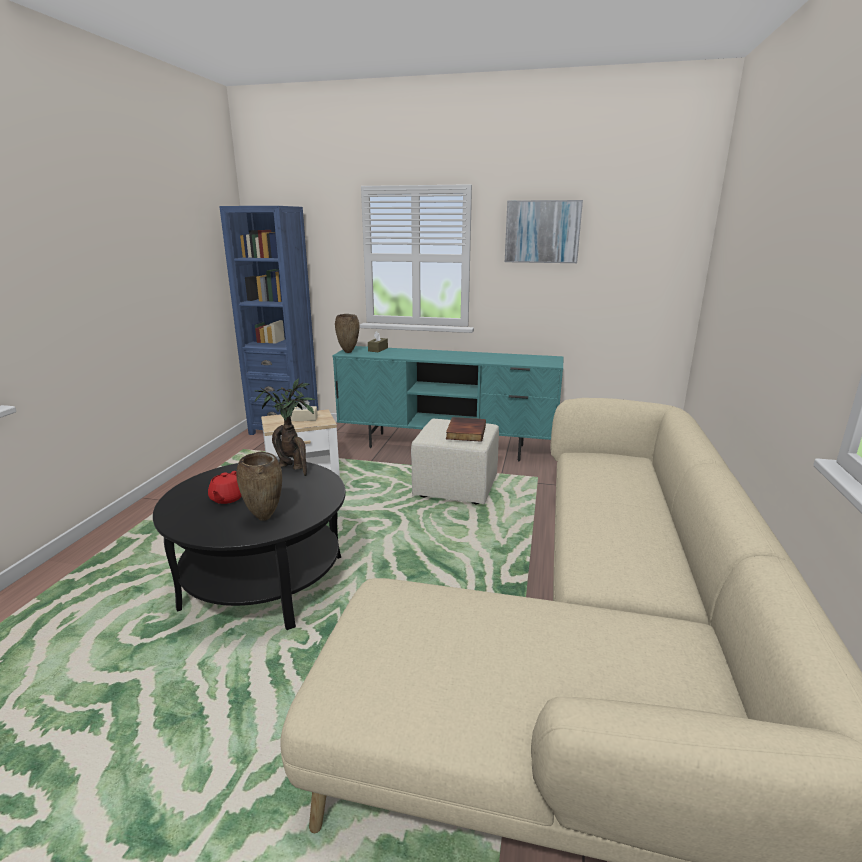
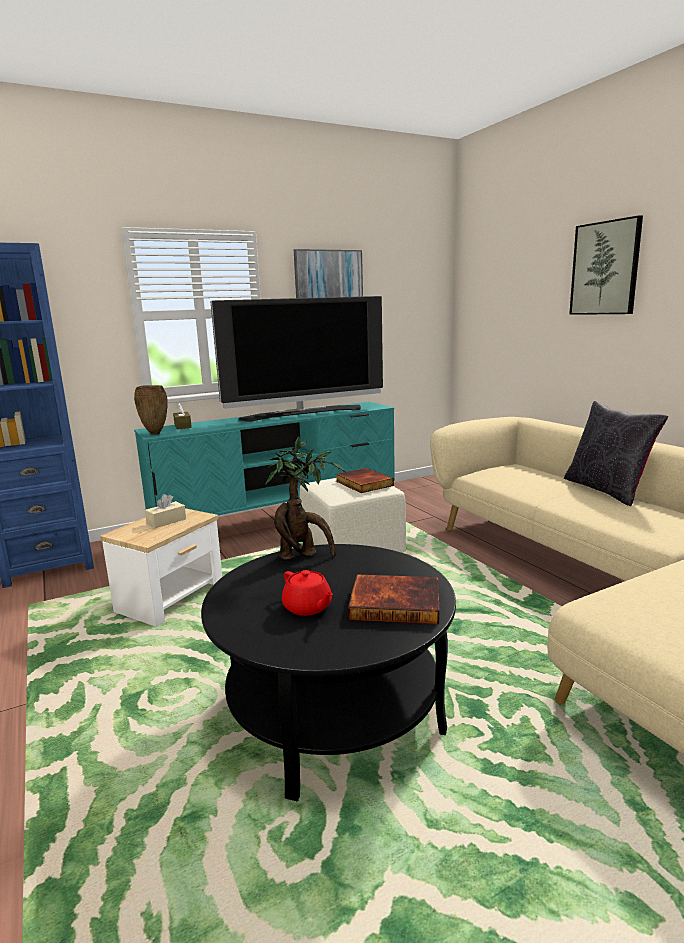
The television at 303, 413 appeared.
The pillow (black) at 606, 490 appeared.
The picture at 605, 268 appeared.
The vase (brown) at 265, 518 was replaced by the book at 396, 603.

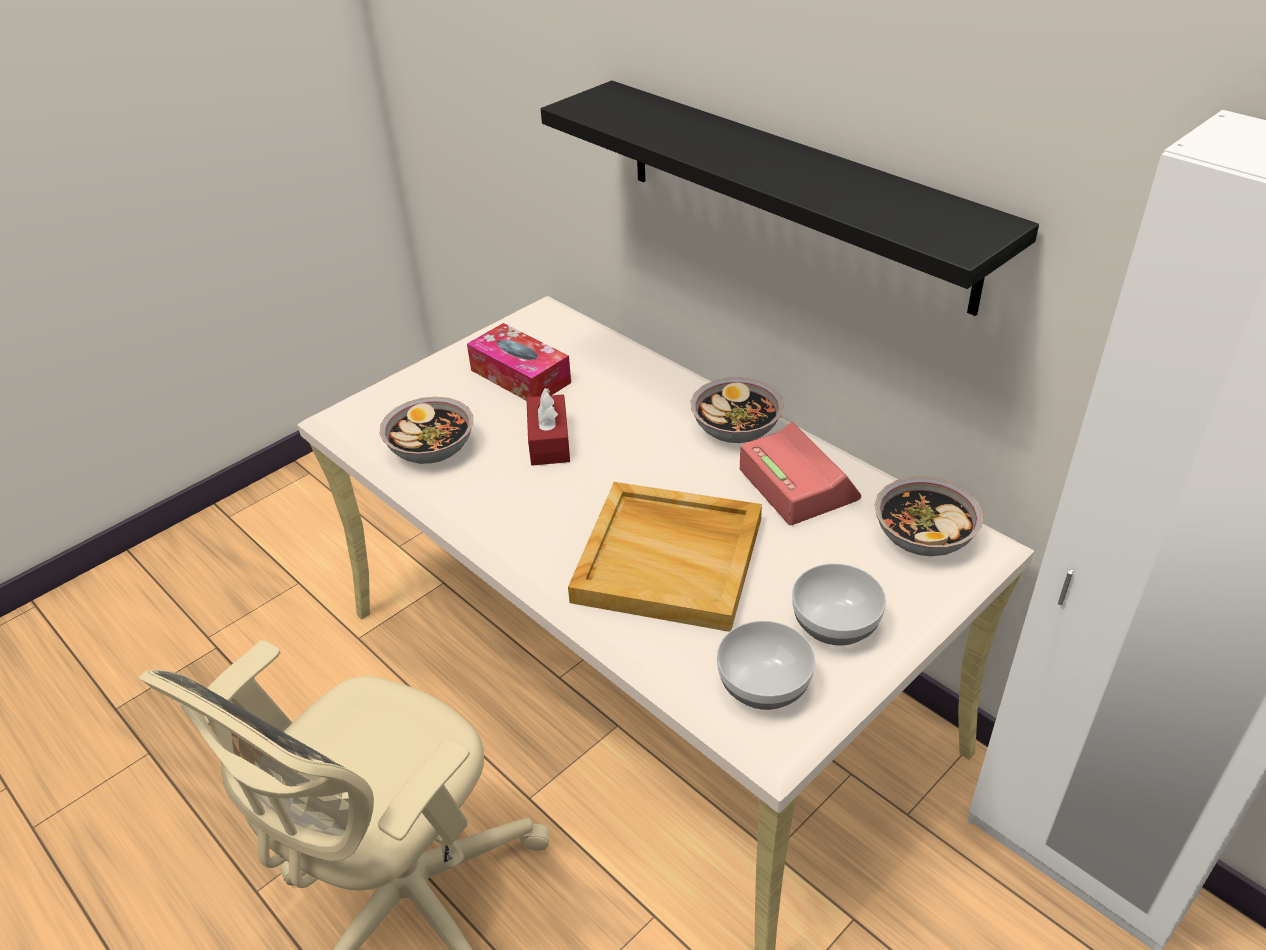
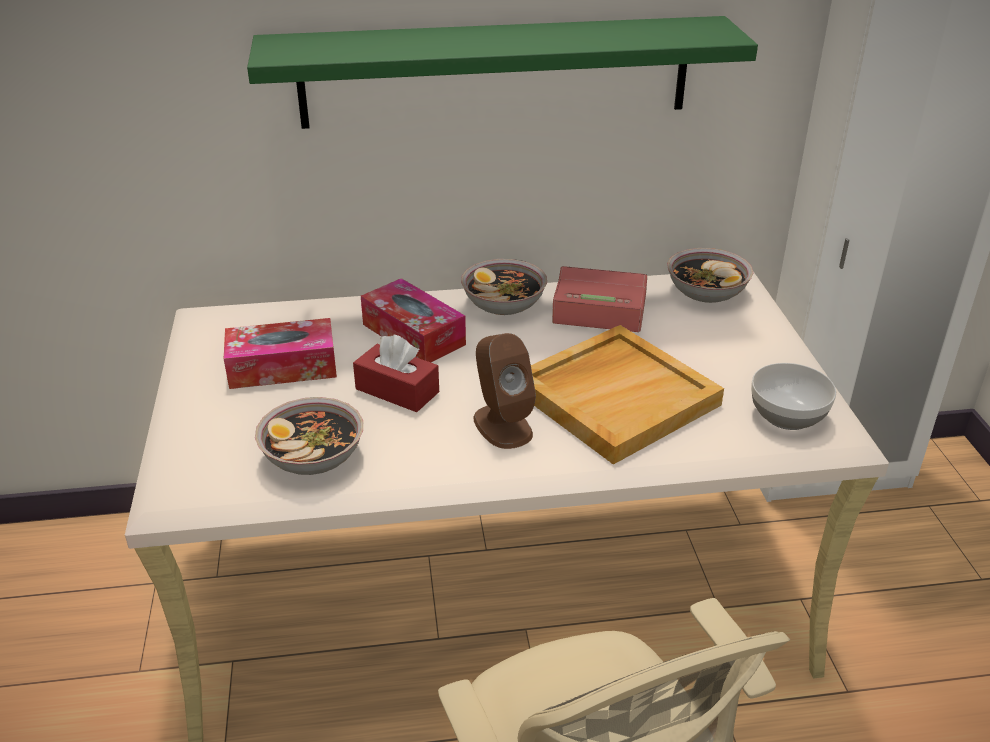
The bowl at 833, 624 disappeared.
The tissue box at 413, 334 appeared.
The speaker (brown) at 502, 425 appeared.
The shelf (black) at 792, 192 became the shelf (green) at 495, 72.

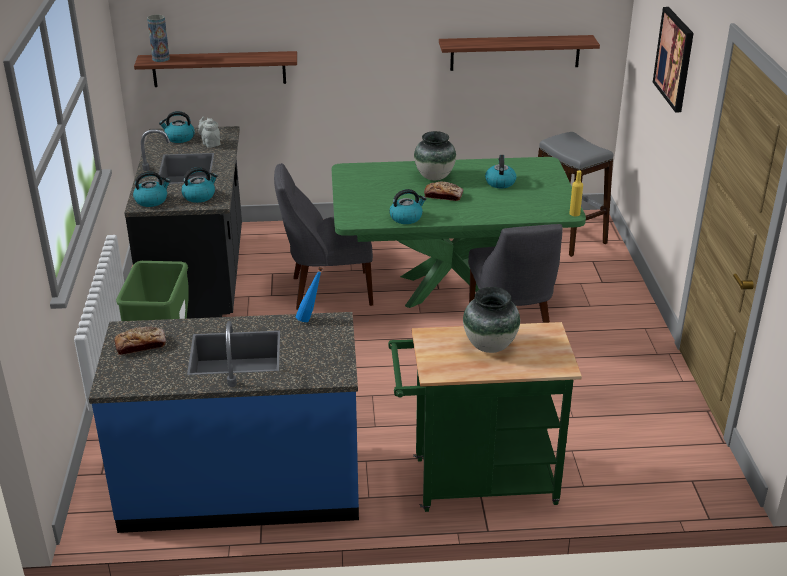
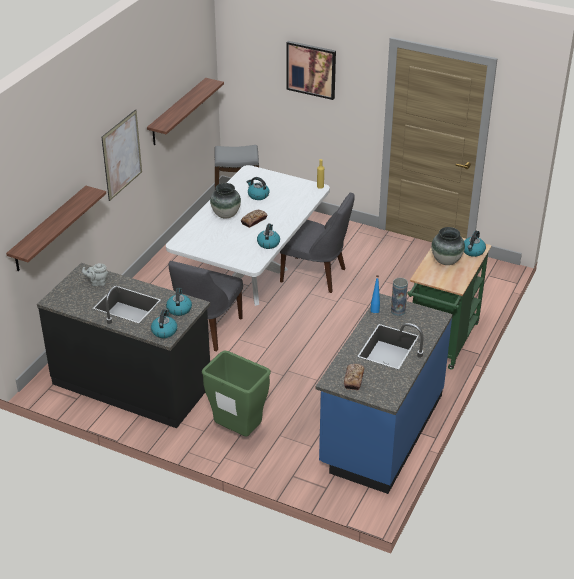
The picture at 122, 155 appeared.
The vase moved from 161, 59 to 398, 311.
The kettle moved from 179, 138 to 473, 251.
The dining table (green) at 450, 288 became the dining table (white) at 252, 281.

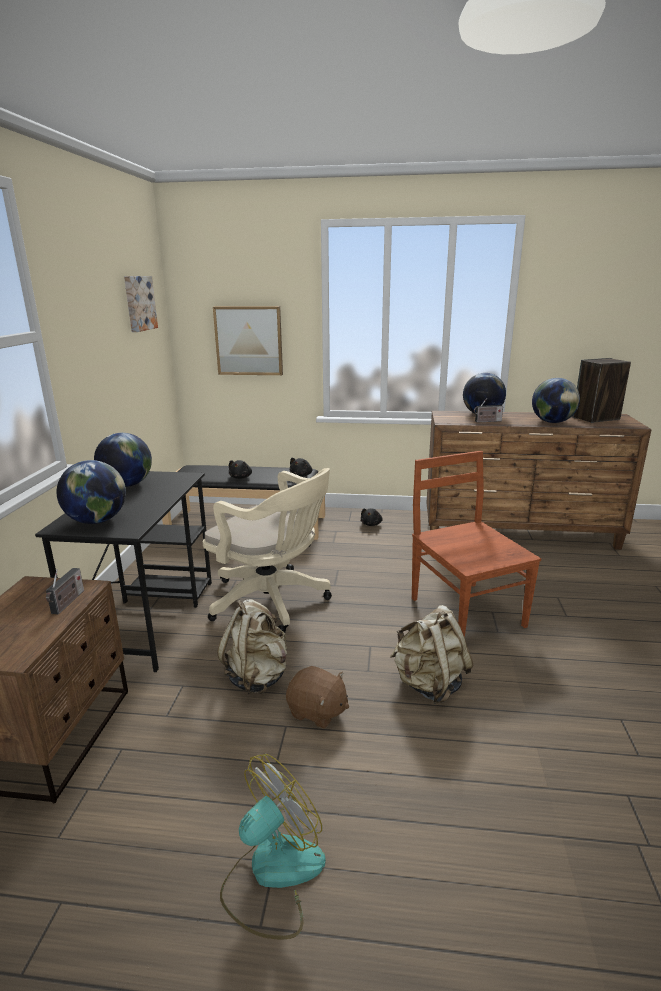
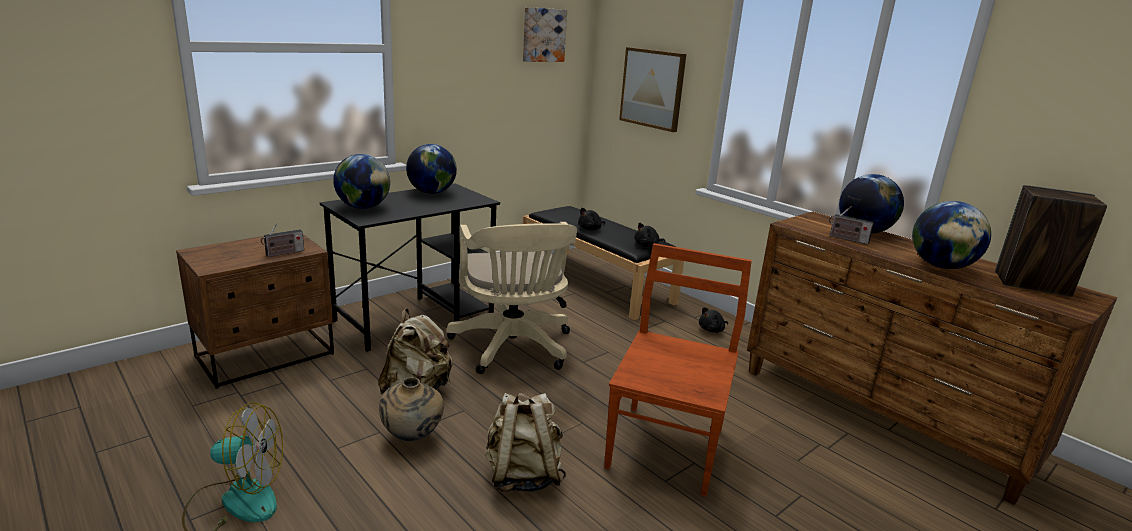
The plush toy (brown) at 317, 711 was replaced by the vase (beige) at 412, 437.

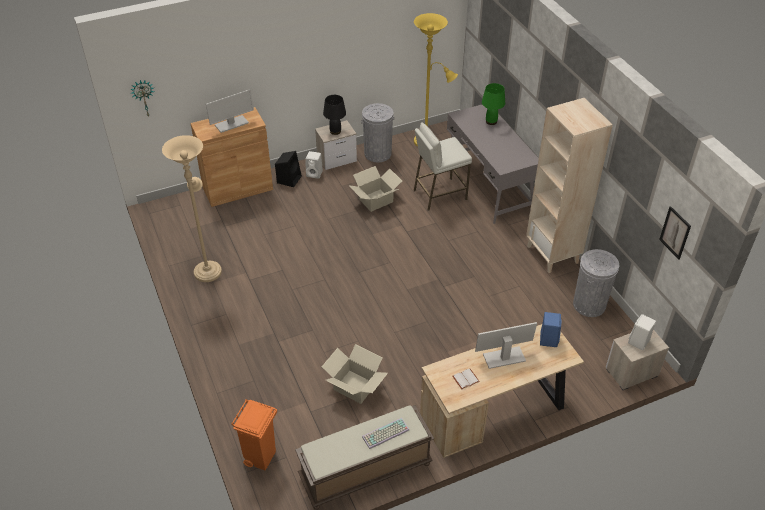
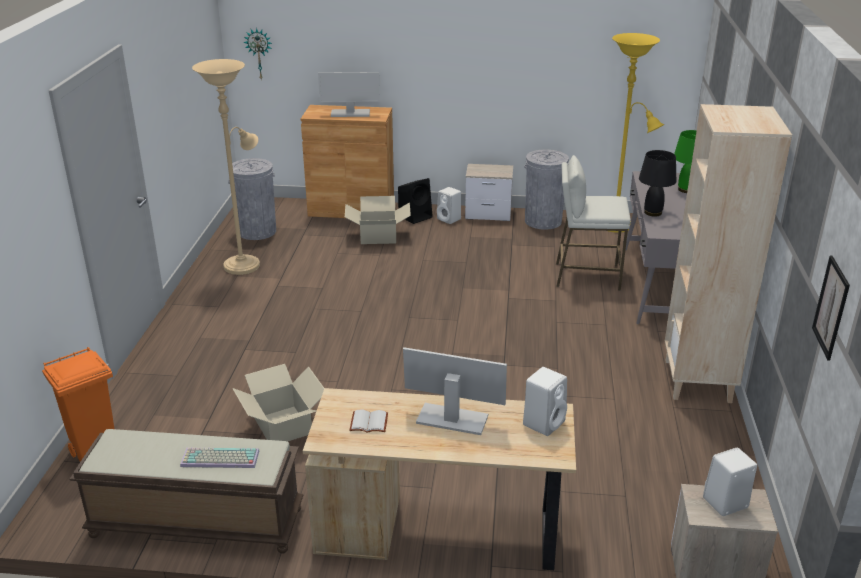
The table lamp (black) moved from 335, 131 to 652, 212.
The cardboard box moved from 375, 200 to 378, 236.
The trash can (grey) moved from 589, 304 to 257, 231.
The speaker (blue) at 548, 339 became the speaker (white) at 544, 422.

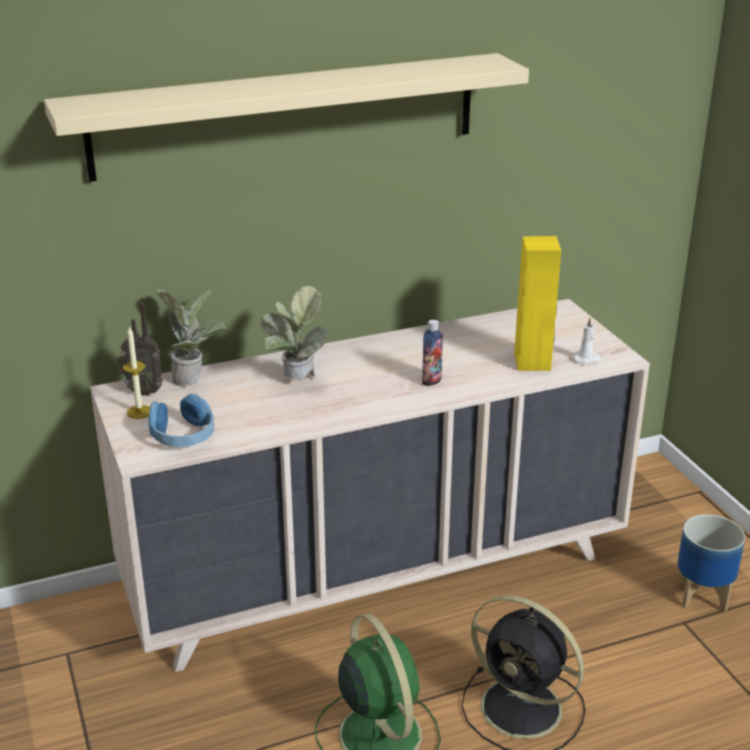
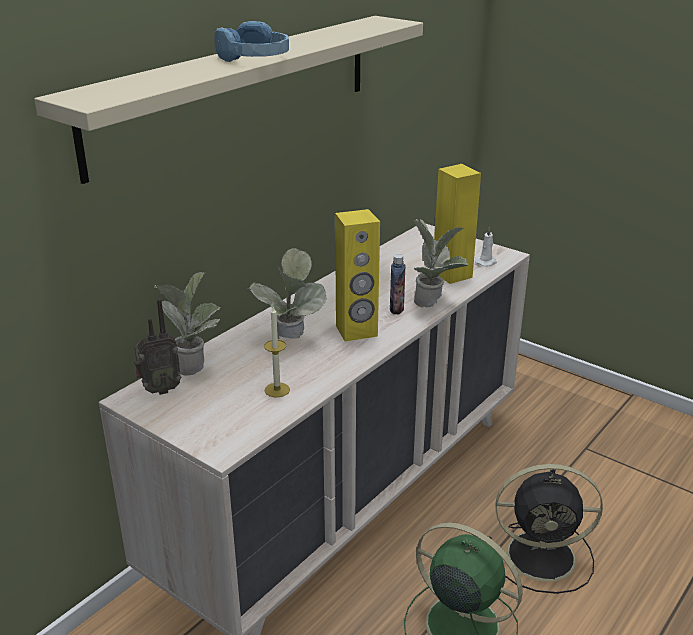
The planter at 703, 595 disappeared.
The speaker (yellow) at 356, 331 appeared.
The potted plant at 434, 302 appeared.
The candle moved from 139, 412 to 277, 390.
The headphones (blue) moved from 183, 435 to 254, 58.

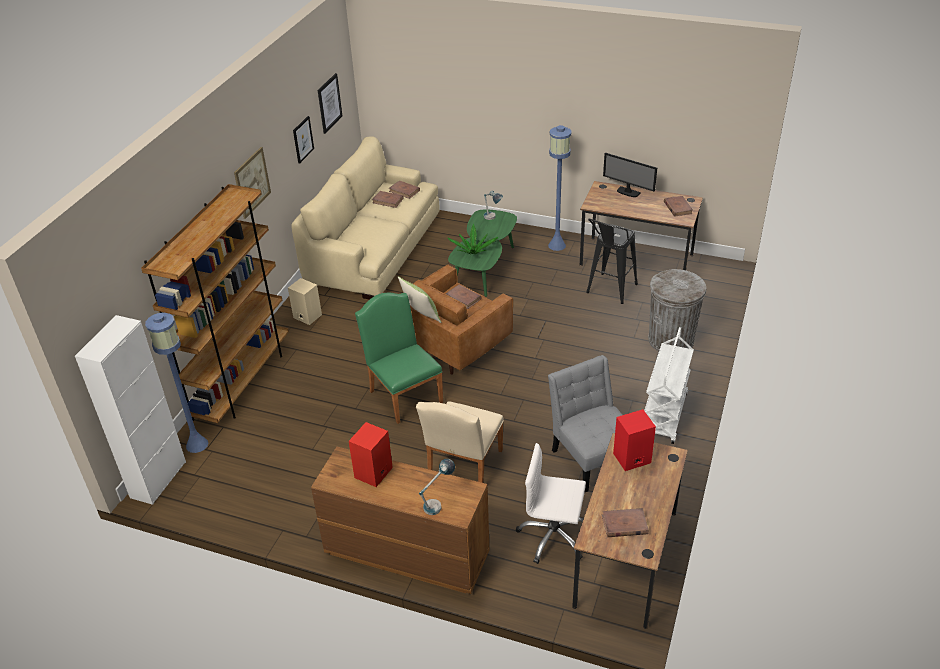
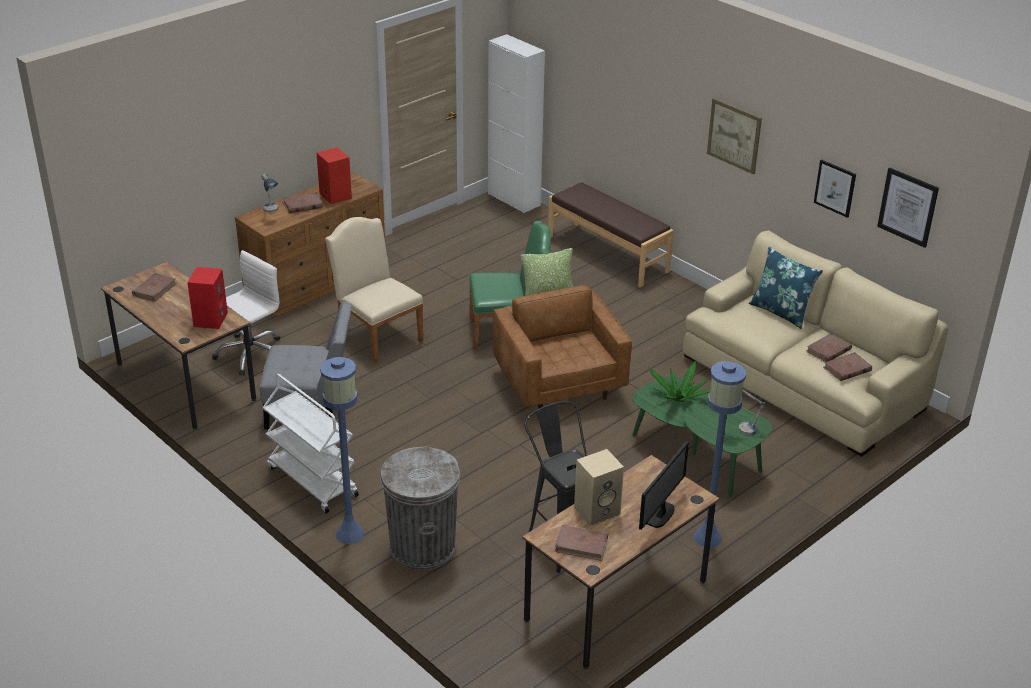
The pillow (blue) at 781, 312 appeared.
The floor lamp (blue) moved from 196, 444 to 350, 534.
The speaker (beige) moved from 306, 316 to 597, 510.
The book (brown) moved from 463, 298 to 302, 205.
The bookcase (brown) at 242, 382 was replaced by the bench (brown) at 608, 254.
The monitor at 627, 192 turned 150 degrees clockwise.

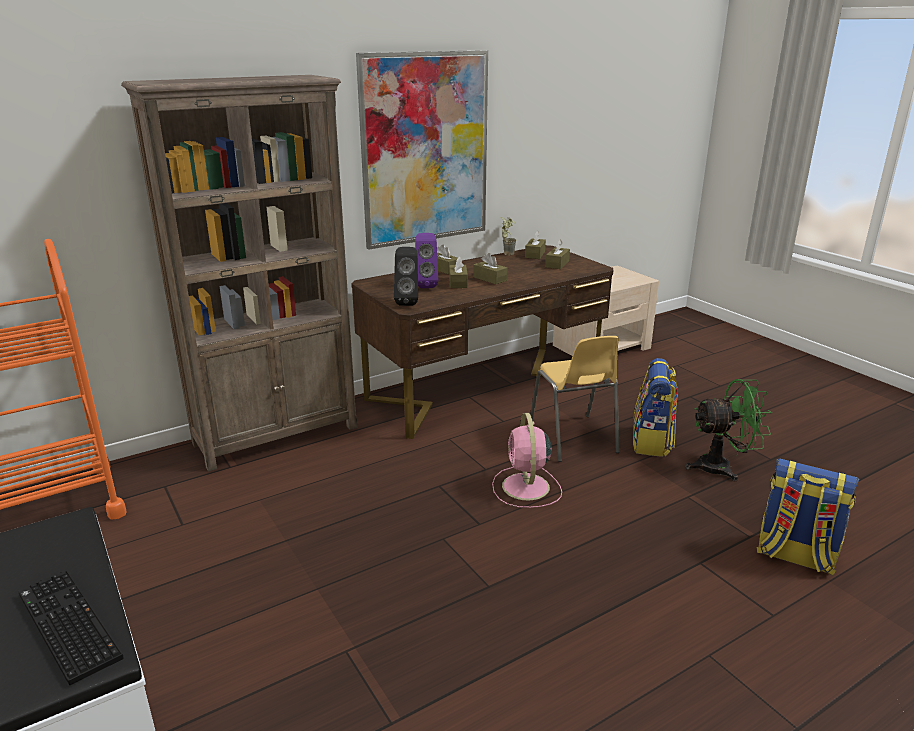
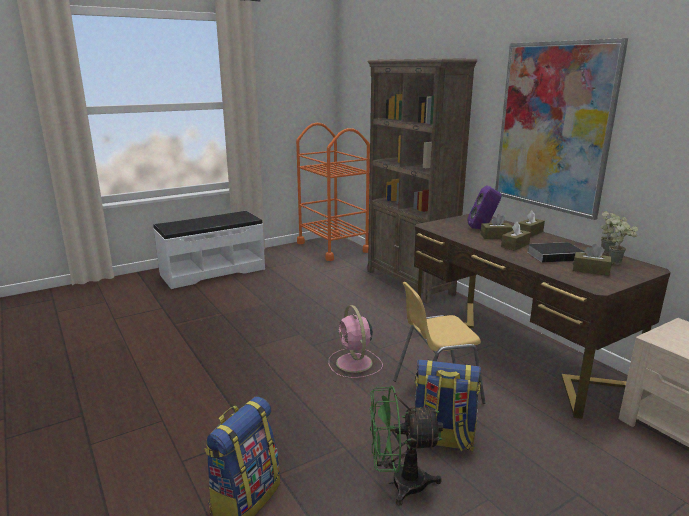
The keyboard at 65, 626 disappeared.
The speaker (black) at 408, 302 disappeared.
The book at 556, 255 appeared.
The tissue box (brown) at 535, 254 was replaced by the potted plant at 618, 263.
The fan (pink) at 526, 488 turned 105 degrees counterclockwise.
The fan (green) at 722, 467 turned 90 degrees clockwise.

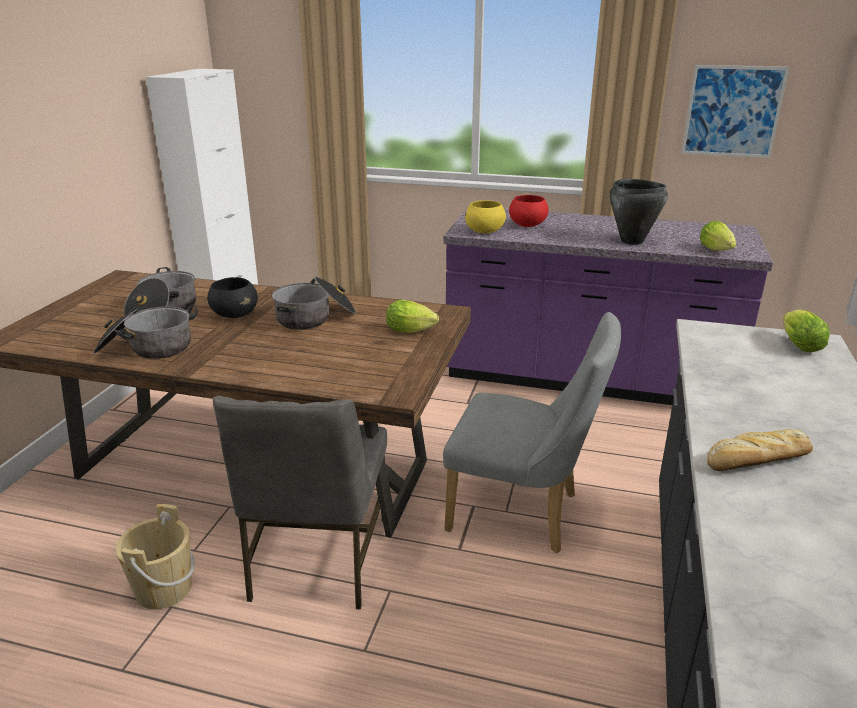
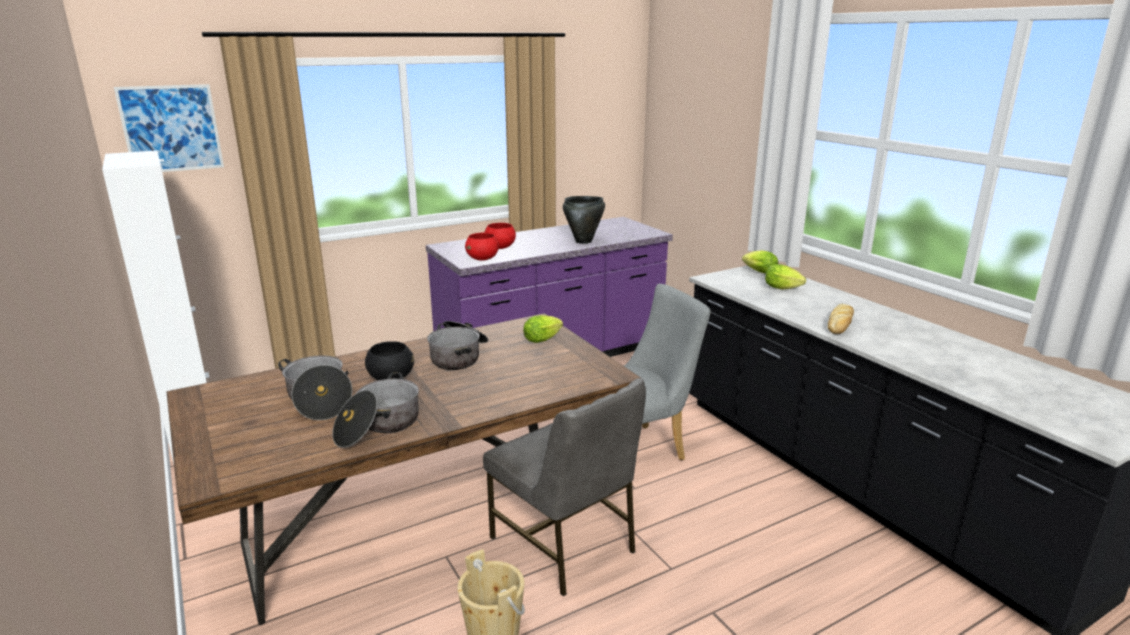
The picture moved from 733, 111 to 171, 128.
The lettuce moved from 717, 251 to 784, 289.
The bowl (yellow) at 485, 232 became the bowl (red) at 483, 259.

